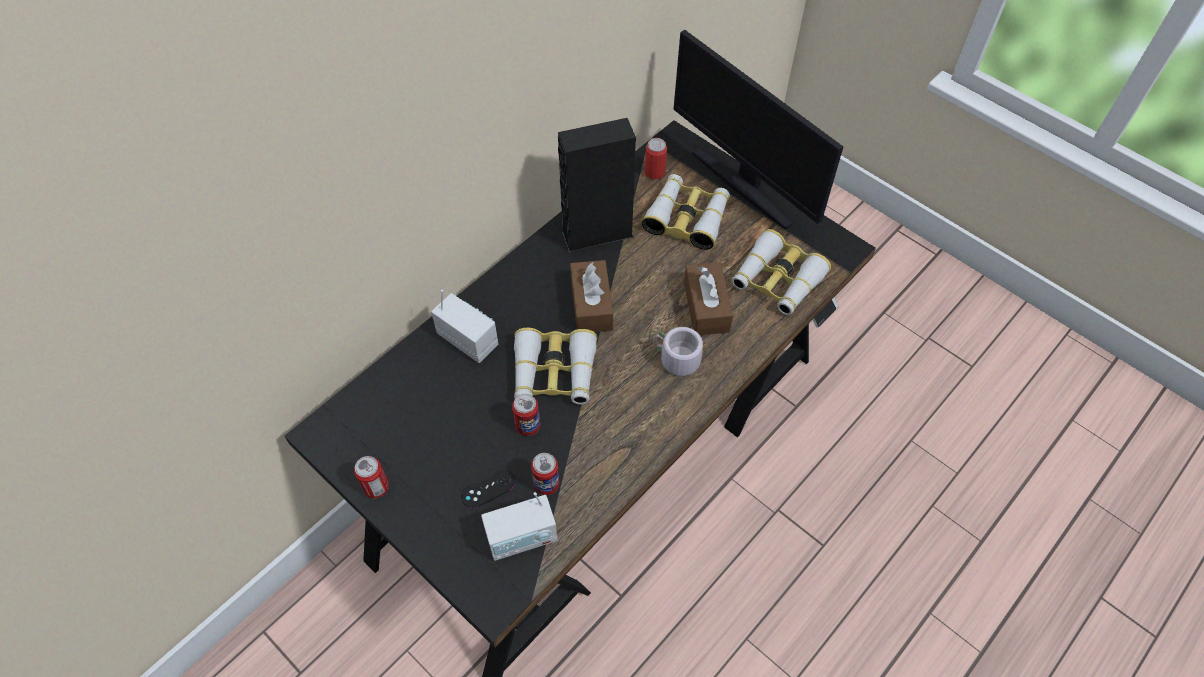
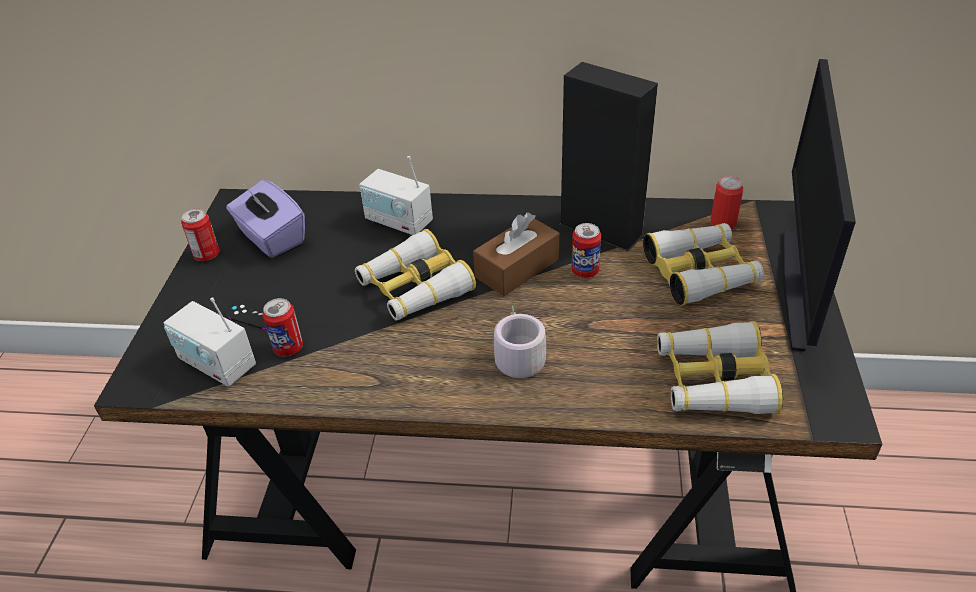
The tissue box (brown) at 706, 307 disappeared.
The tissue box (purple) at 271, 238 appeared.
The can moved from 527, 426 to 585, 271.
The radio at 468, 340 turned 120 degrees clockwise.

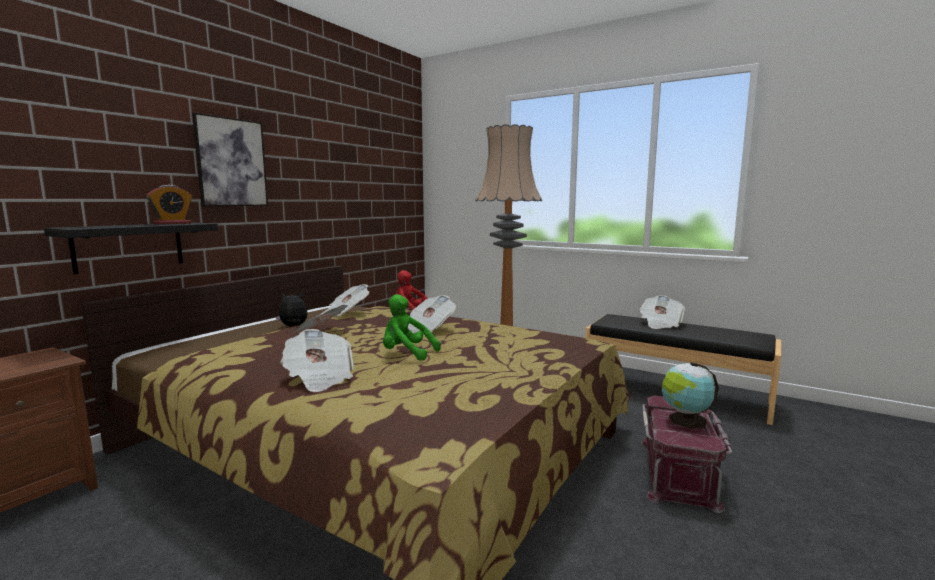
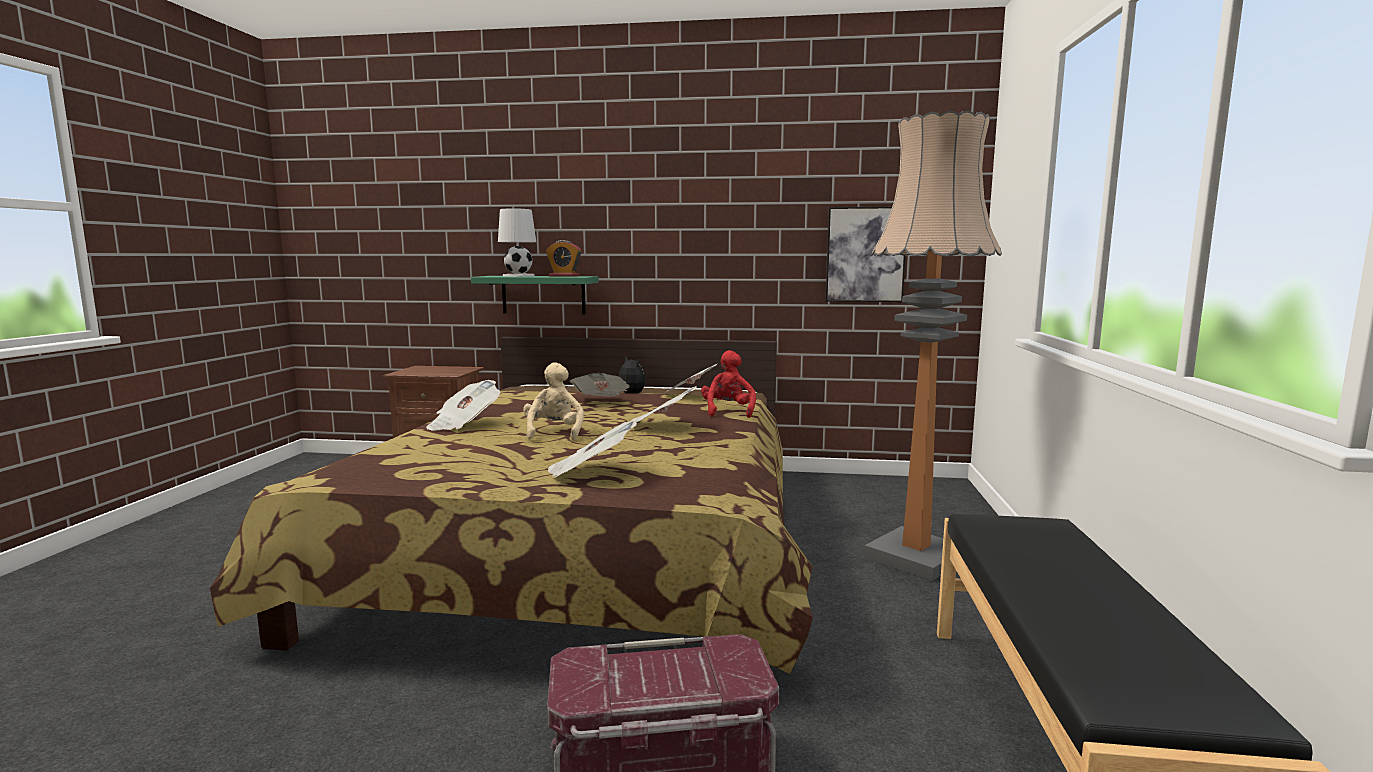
The globe at 685, 420 disappeared.
The table lamp (white) at 518, 276 appeared.
The picture moved from 231, 162 to 865, 254.
The newspaper moved from 660, 324 to 590, 473.
The shelf (black) at 129, 246 became the shelf (green) at 543, 295.
The plush toy (green) at 406, 354 became the plush toy (beige) at 554, 433.

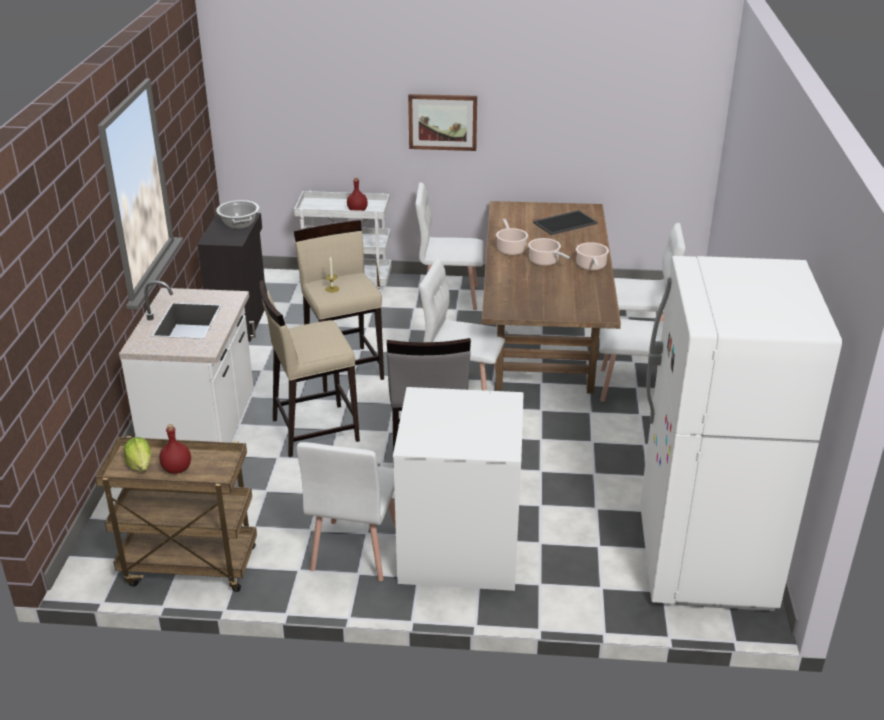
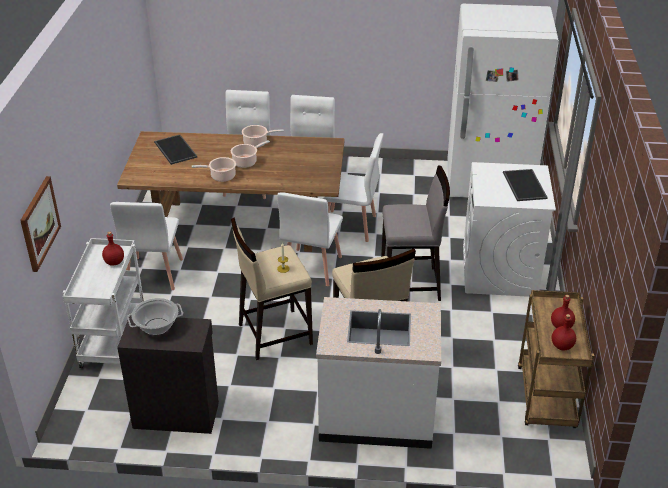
The tray at 523, 185 appeared.
The chair (white) moved from 355, 550 to 349, 226.
The picture moved from 442, 122 to 39, 223.
The lettuce at 140, 465 was replaced by the bottle (red) at 561, 346.

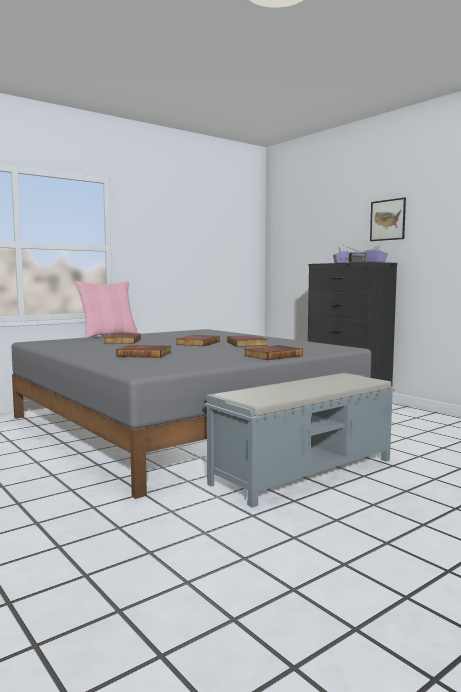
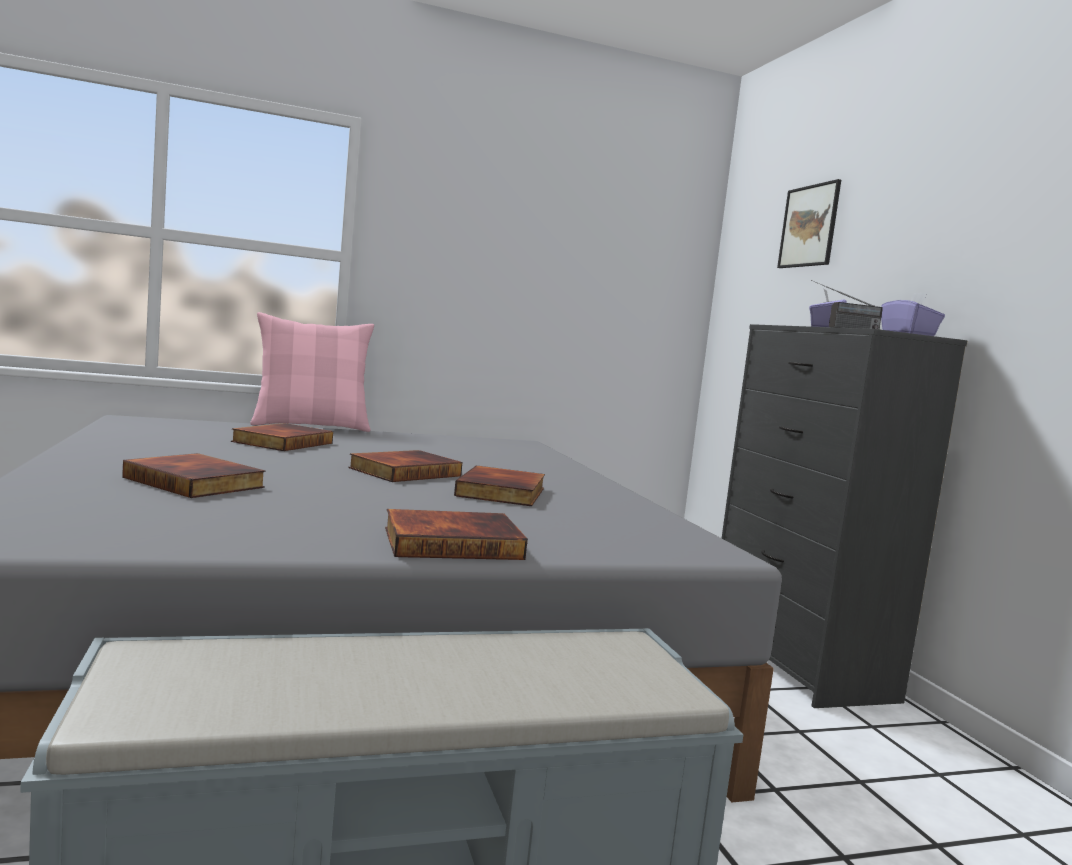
The picture moved from 387, 220 to 809, 226.

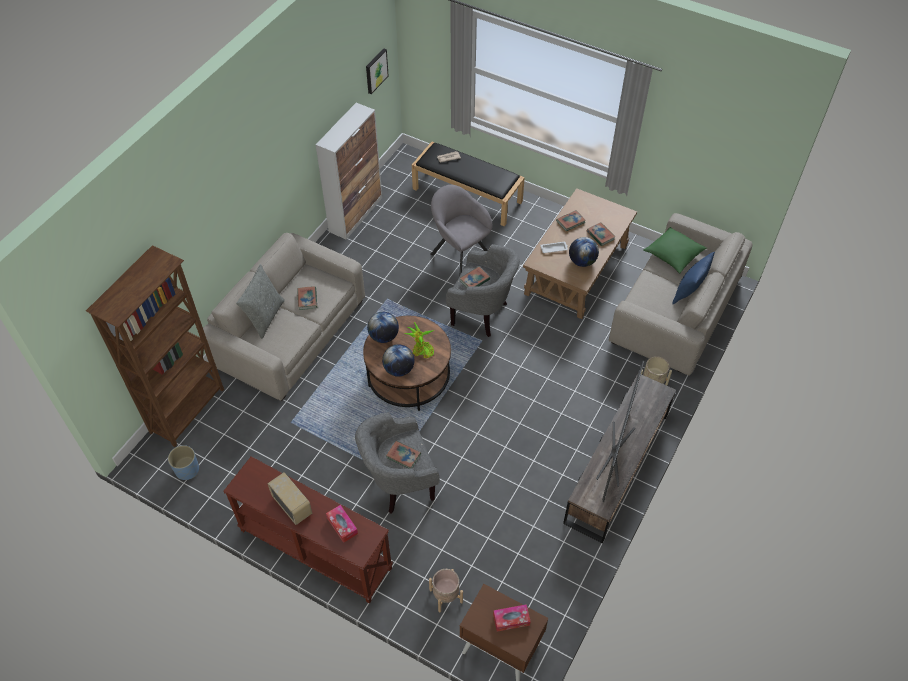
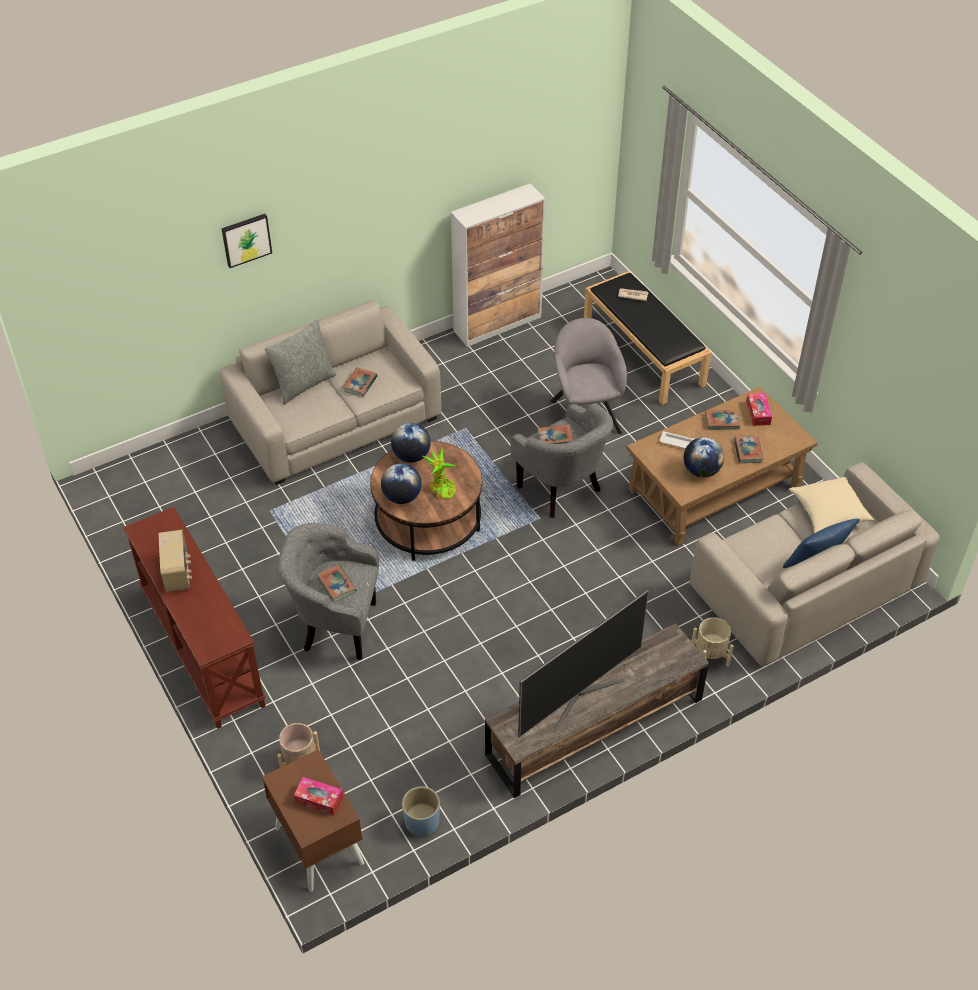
The bookcase (brown) at 188, 411 disappeared.
The planter (blue) moved from 187, 470 to 422, 822.
The tissue box moved from 342, 526 to 758, 413.
The picture moved from 376, 70 to 246, 239.
The pillow (green) at 673, 255 became the pillow (beige) at 828, 512.

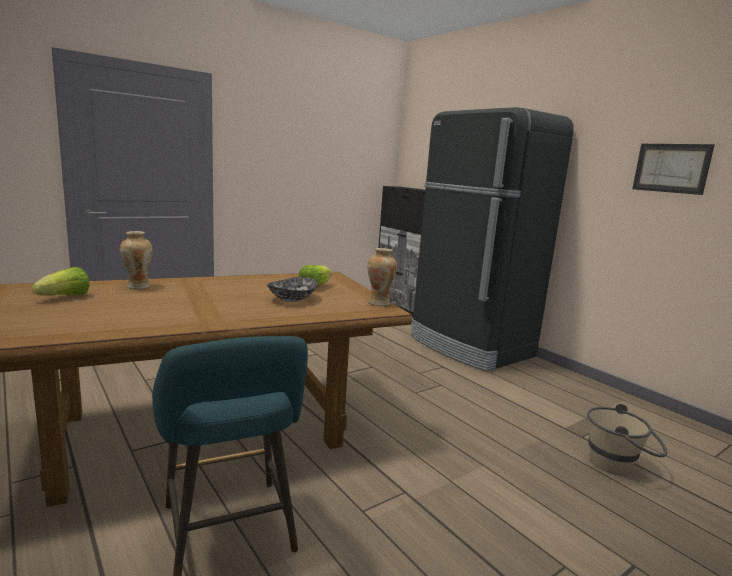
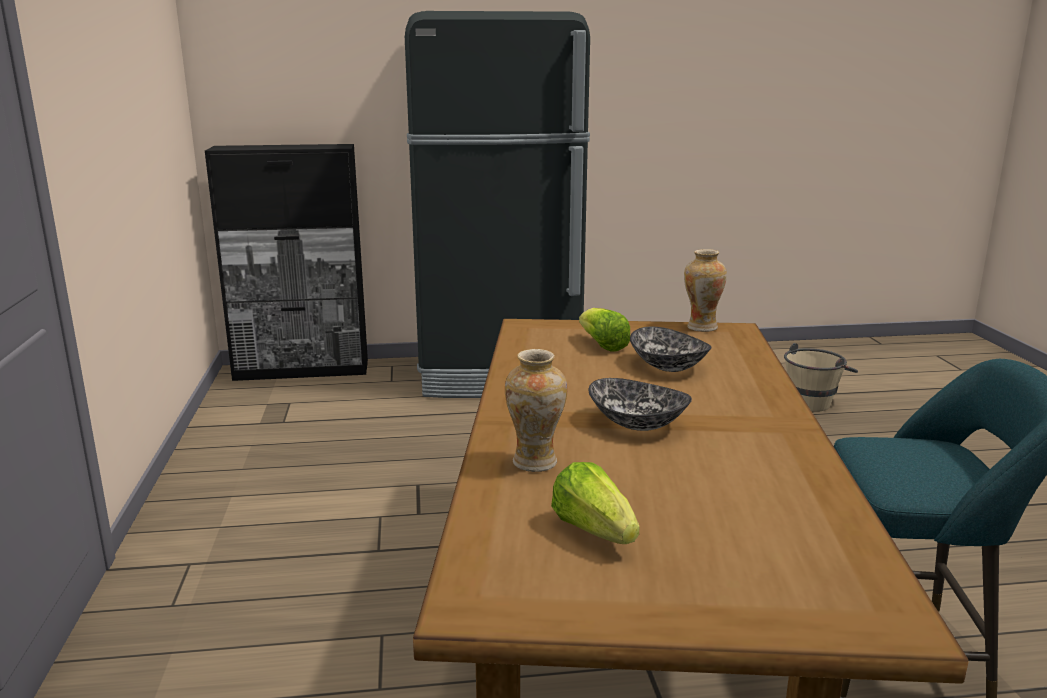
The picture at 671, 168 disappeared.
The bowl at 638, 423 appeared.

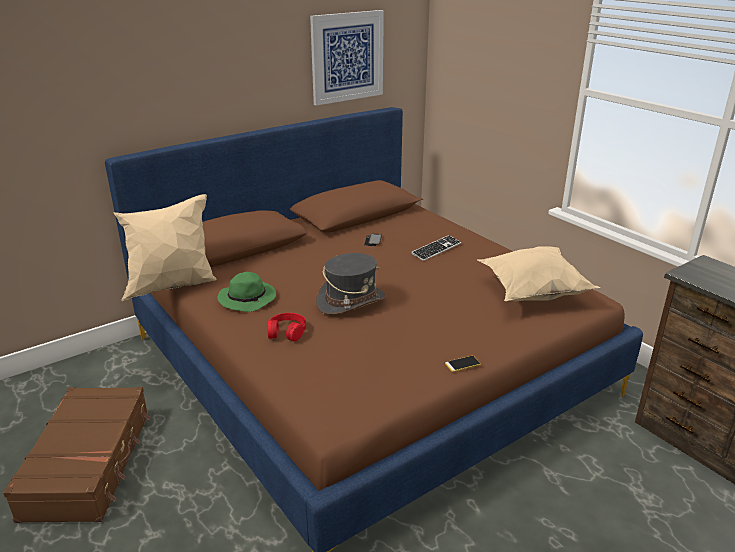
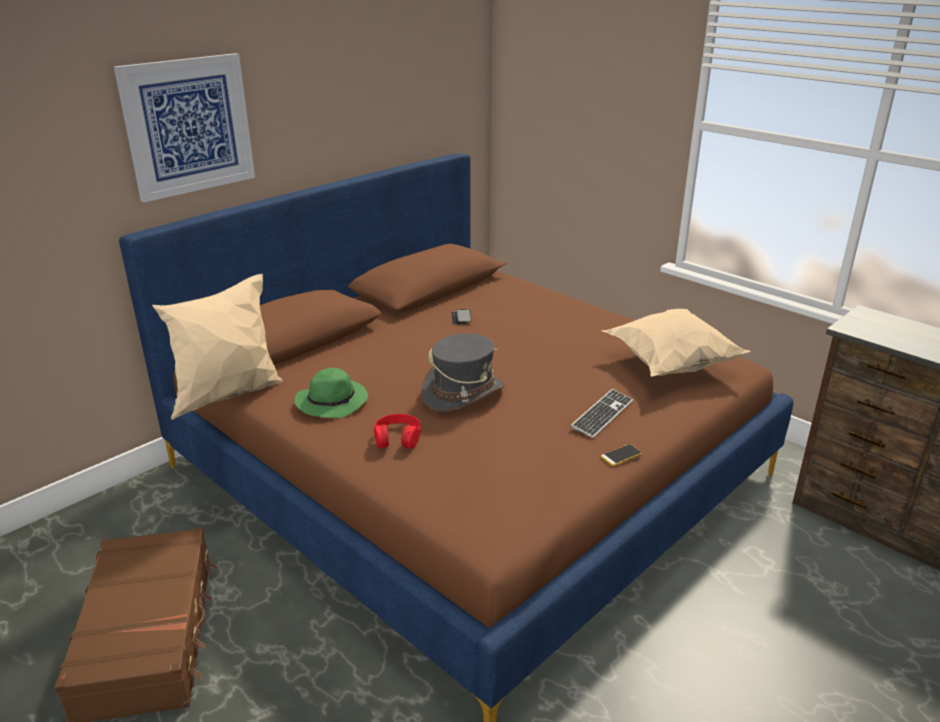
The picture moved from 347, 57 to 188, 126.
The keyboard moved from 436, 249 to 602, 415.

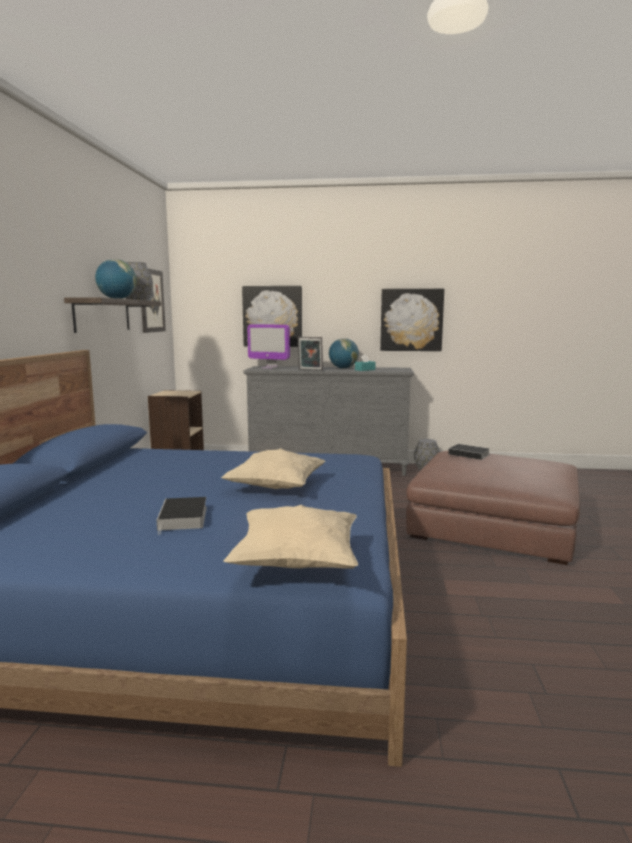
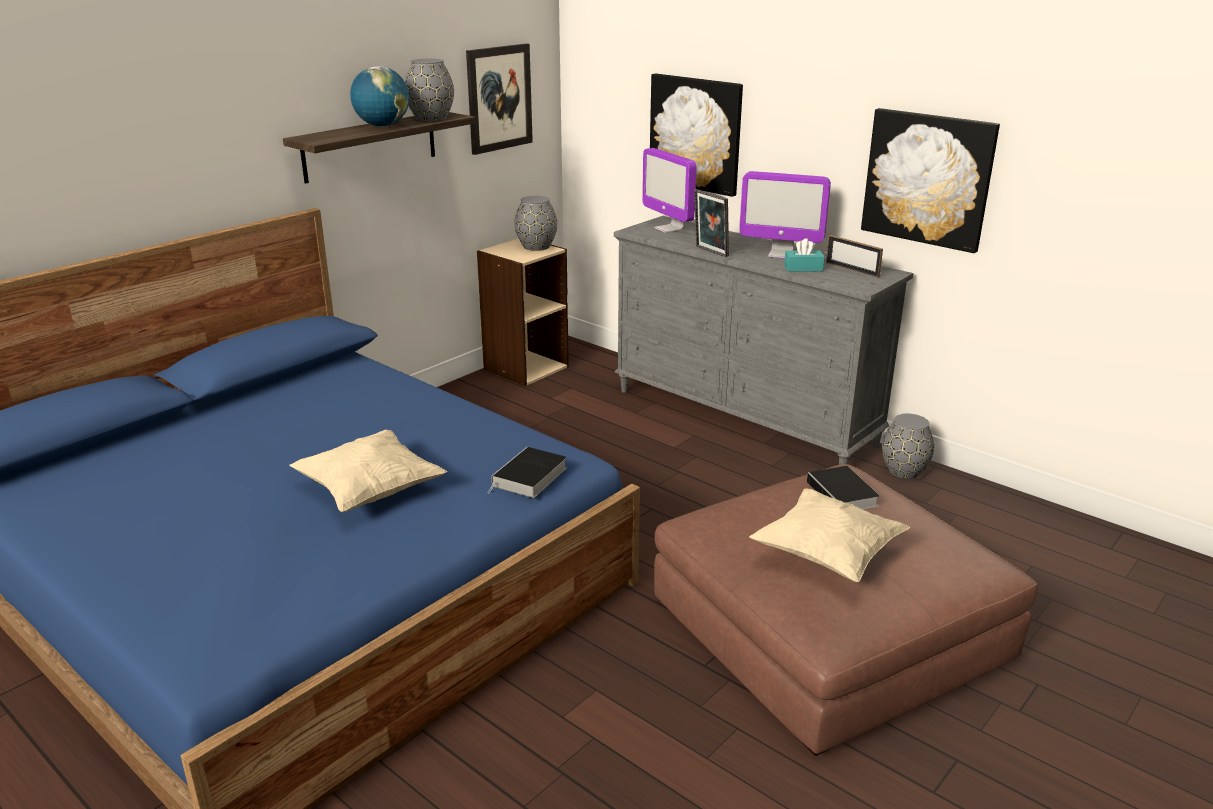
The vase (grey) at 536, 247 appeared.
The picture frame at 852, 269 appeared.
The book moved from 183, 518 to 529, 478.
The pillow (beige) moved from 296, 563 to 827, 555.
The globe at 343, 368 was replaced by the monitor at 780, 254.

